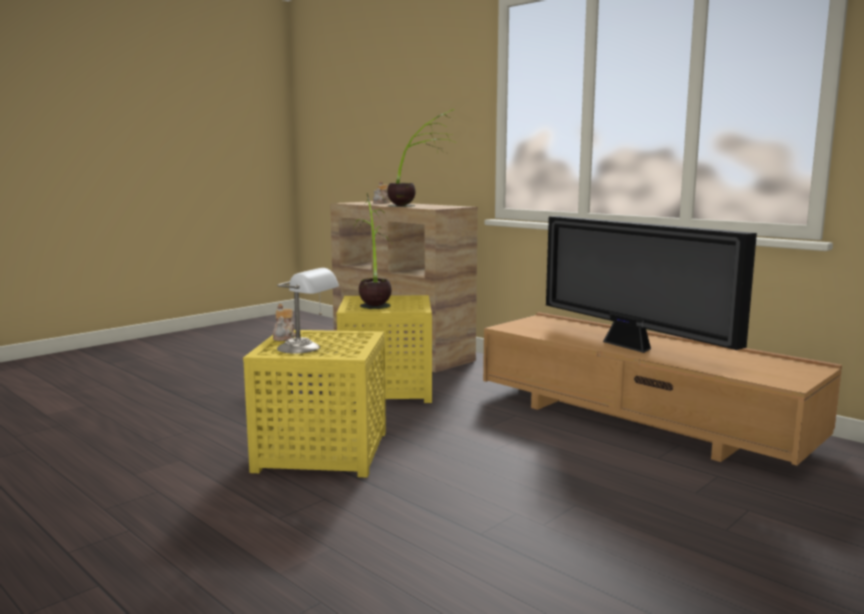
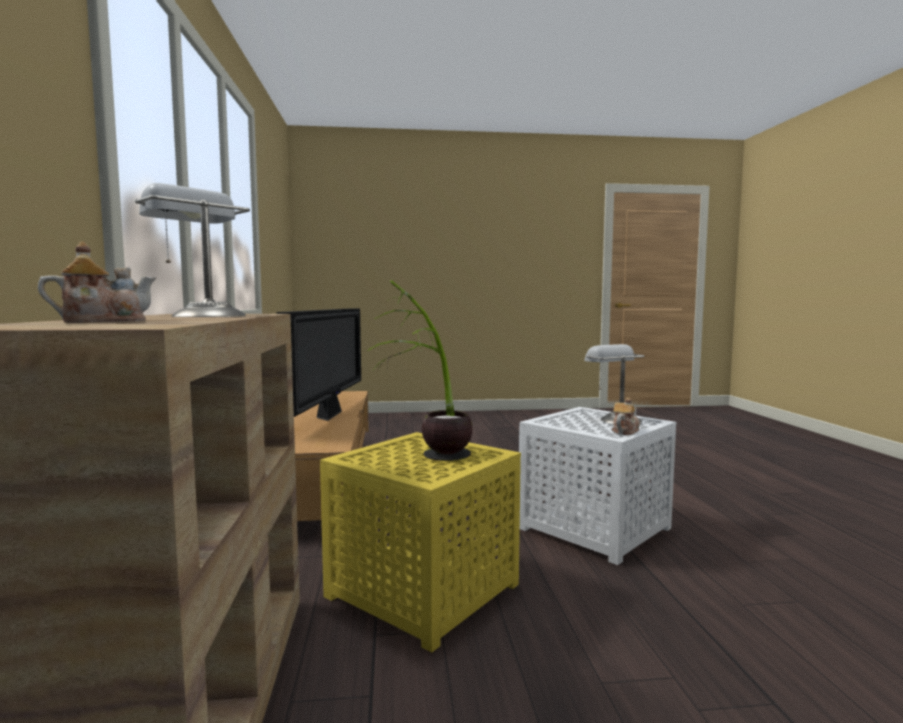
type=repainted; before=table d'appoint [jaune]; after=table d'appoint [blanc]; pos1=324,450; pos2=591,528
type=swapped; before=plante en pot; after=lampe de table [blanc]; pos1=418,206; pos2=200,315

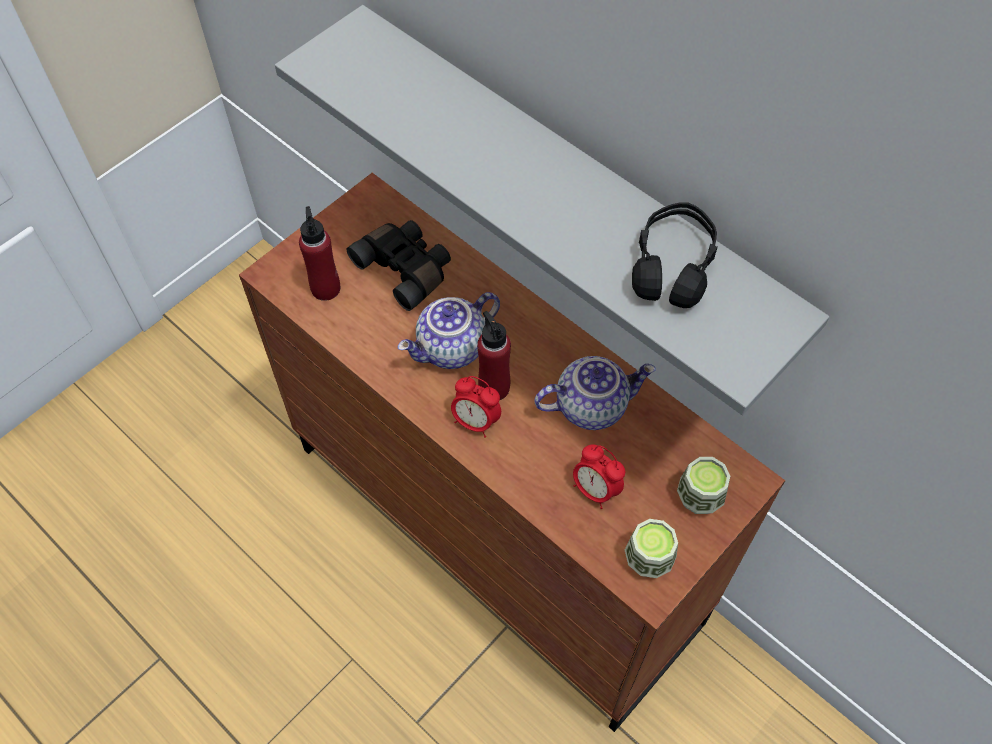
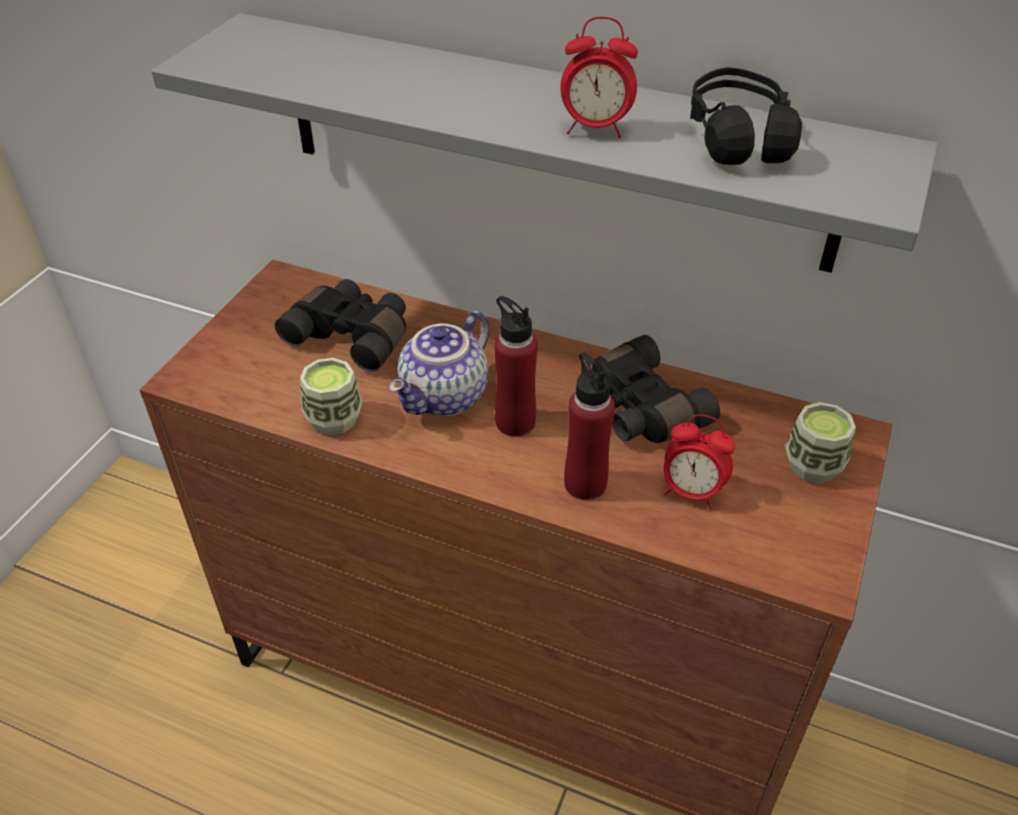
type=shifted; before=bouteille [rouge]; pos1=325,288; pos2=585,483
type=shifted; before=réveil; pos1=475,421; pos2=595,129
type=swapped; before=théière; after=jumelles [noir]; pos1=591,405; pos2=638,410
type=shifted; before=tasse; pos1=648,559; pos2=334,419

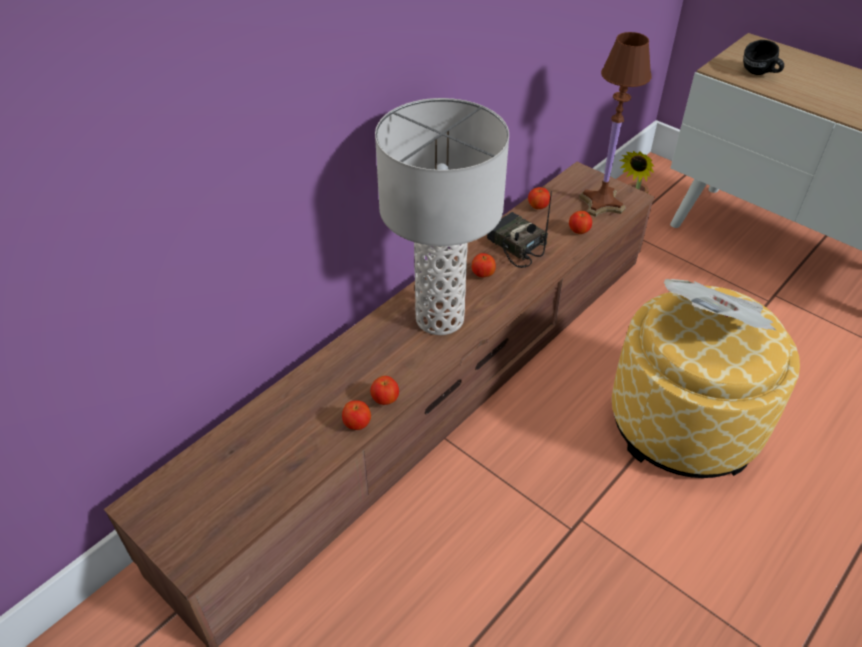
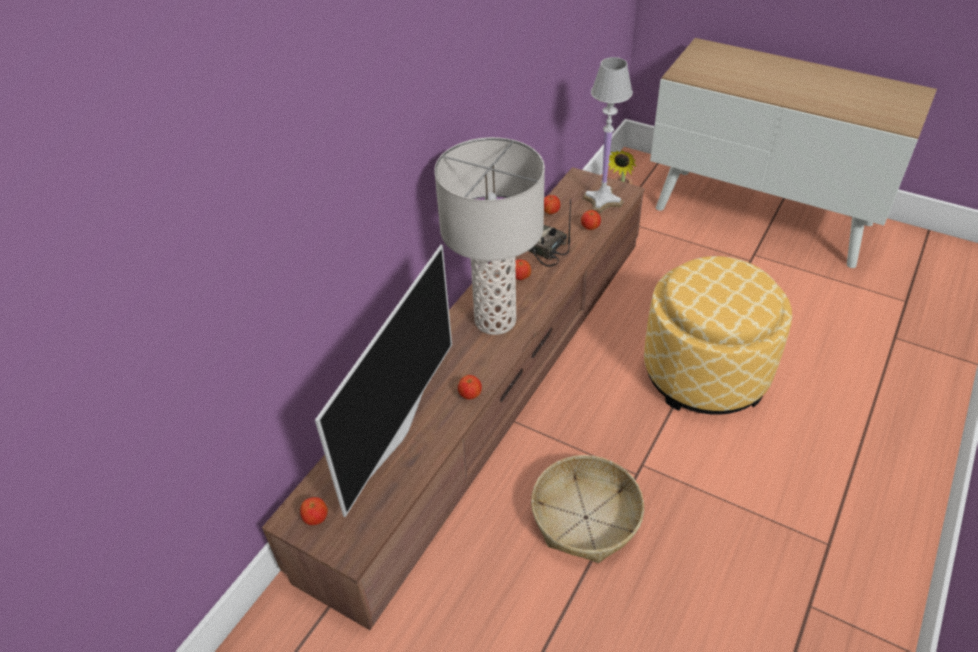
type=shifted; before=pomme; pos1=357,424; pos2=316,518
type=repainted; before=lampe de table [marron]; after=lampe de table [blanc]; pos1=602,203; pos2=603,200
type=gone; before=journal; pos1=715,325
type=gone; before=mug [noir]; pos1=759,74
type=new; after=téléviseur; pos2=395,432
type=new; after=panier; pos2=586,517

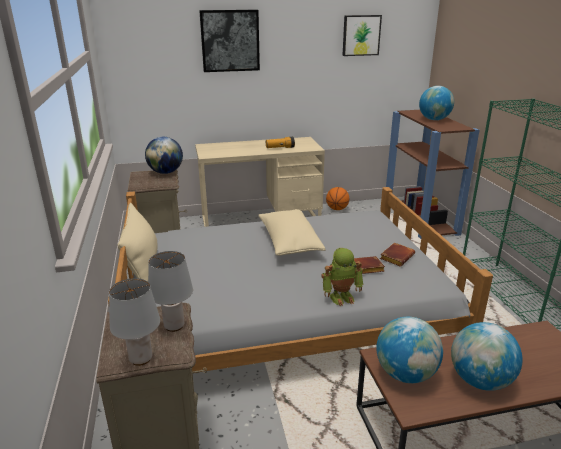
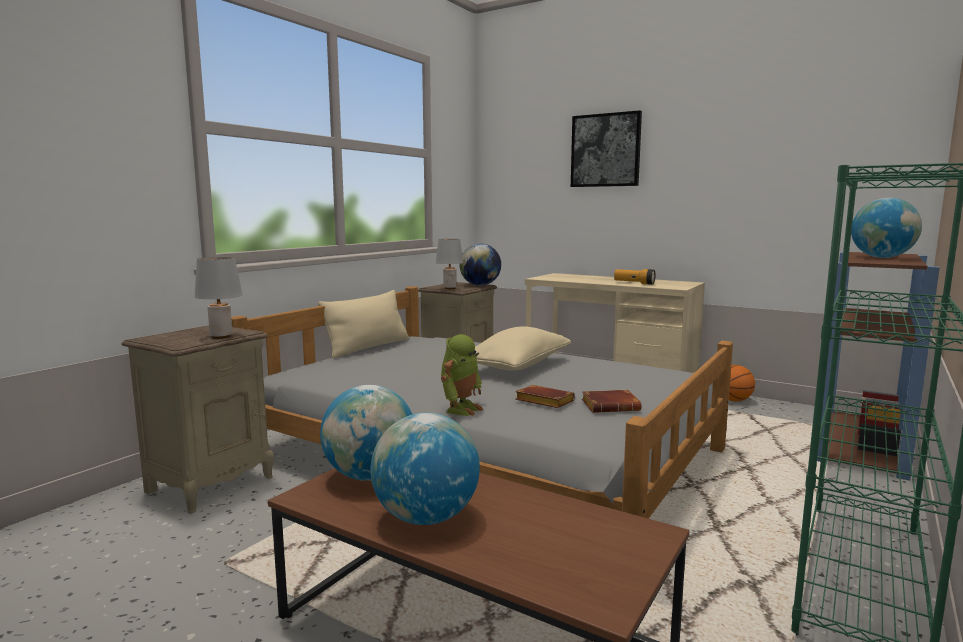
type=shifted; before=lampe de table [gris]; pos1=141,359; pos2=450,288
type=rotated; before=robot jouet; pos1=341,297; pos2=461,409; turn=-90
type=gone; before=tableau; pos1=361,35

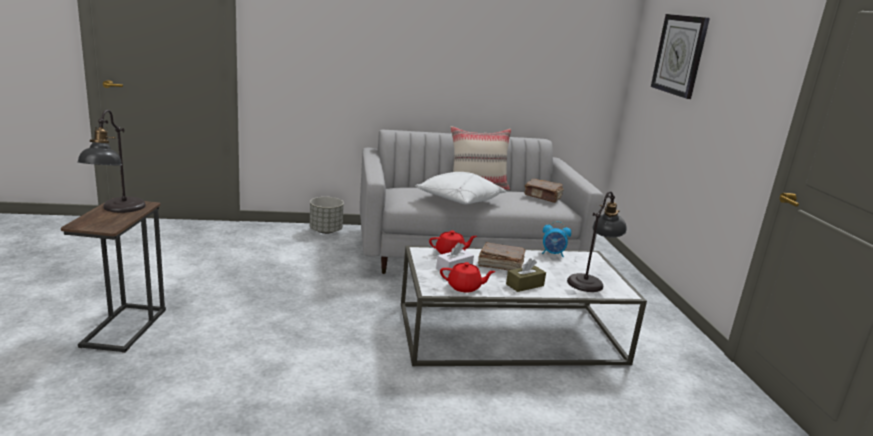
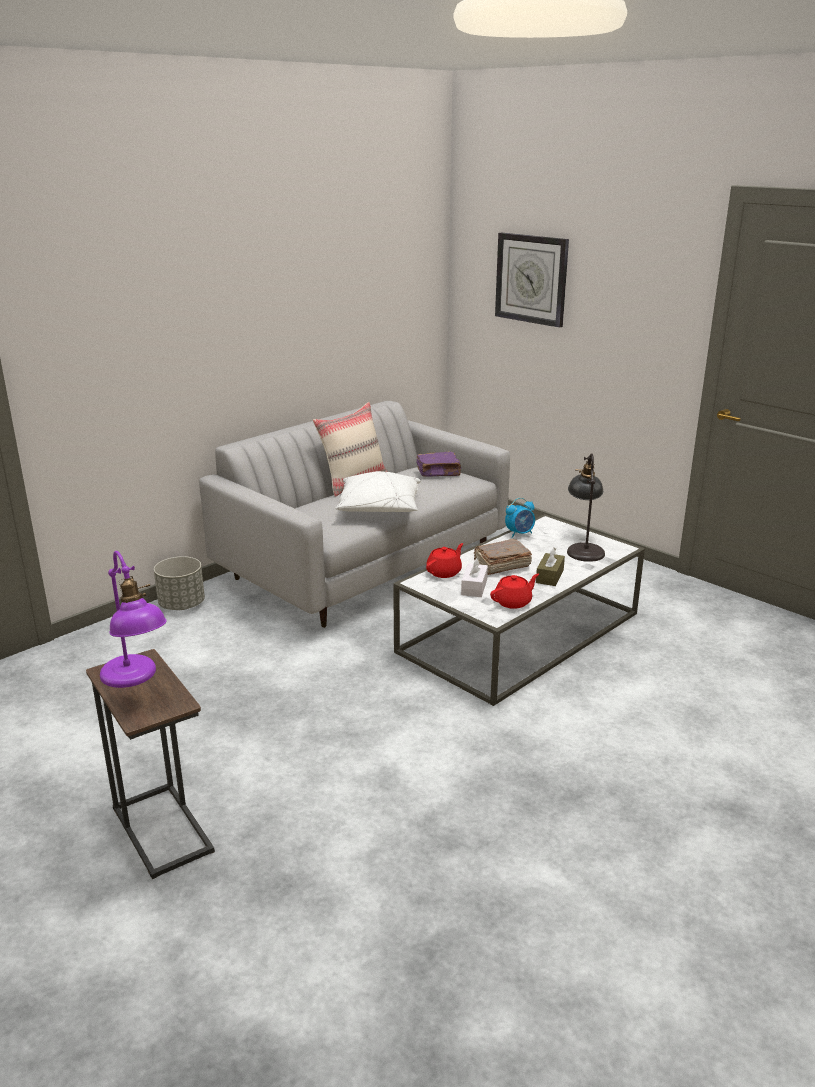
type=repainted; before=lampe de table [gris]; after=lampe de table [violet]; pos1=116,212; pos2=138,683
type=repainted; before=livre [marron]; after=livre [violet]; pos1=543,197; pos2=439,472

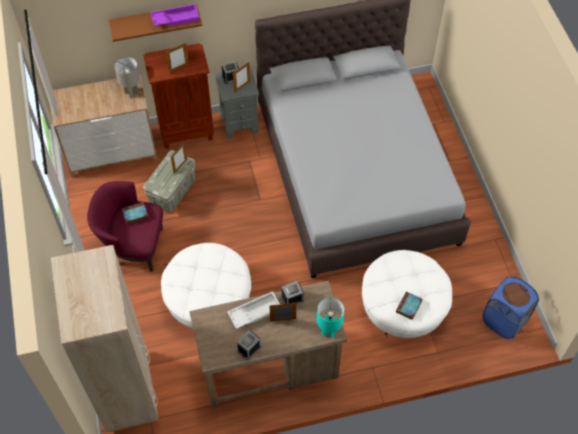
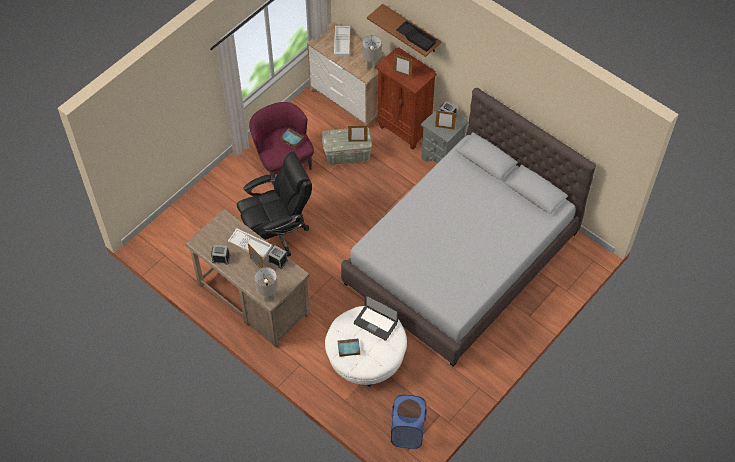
type=gone; before=armoire [beige]; pos1=127,390
type=repainted; before=plateau [violet]; after=plateau [noir]; pos1=175,18; pos2=417,38
type=swapped; before=pouf [blanc]; after=chaise de bureau [noir]; pos1=208,299; pos2=277,232
type=repainted; before=lampe de table [turquoise]; after=lampe de table [gris]; pos1=329,331; pos2=268,297
type=new; after=plateau [blanc]; pos2=342,43
type=new; after=ordinateur portable; pos2=375,323

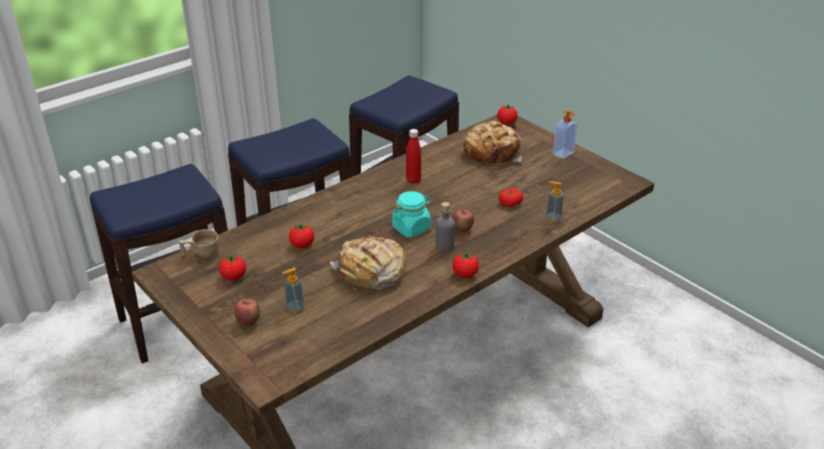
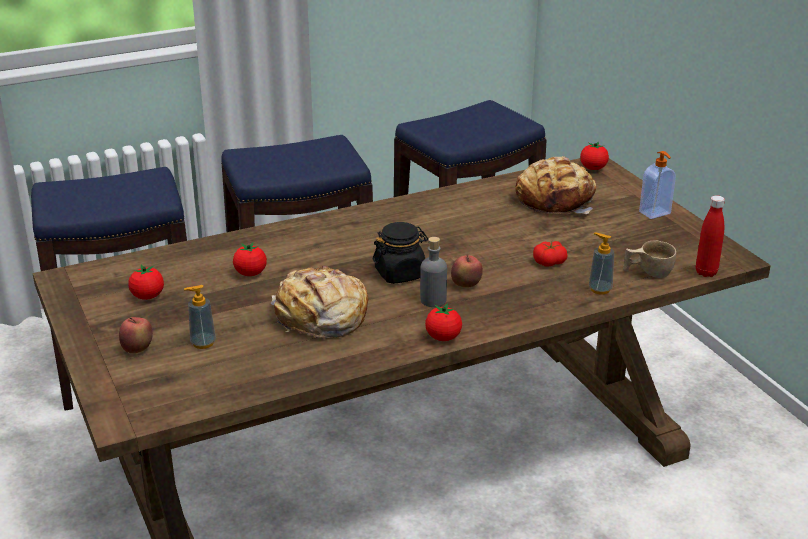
type=shifted; before=tasse [beige]; pos1=201,254; pos2=647,272
type=repainted; before=bocal [turquoise]; after=bocal [noir]; pos1=411,228; pos2=400,273
type=shifted; before=bouteille [rouge]; pos1=413,180; pos2=706,272

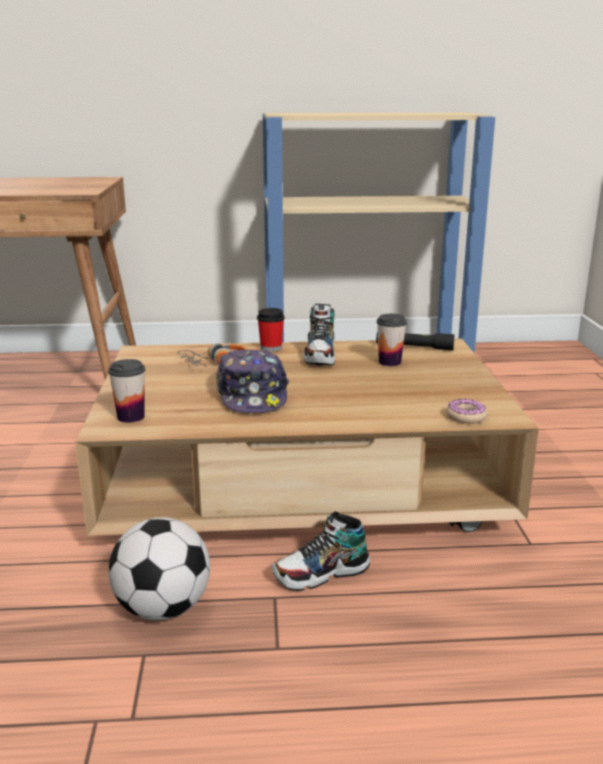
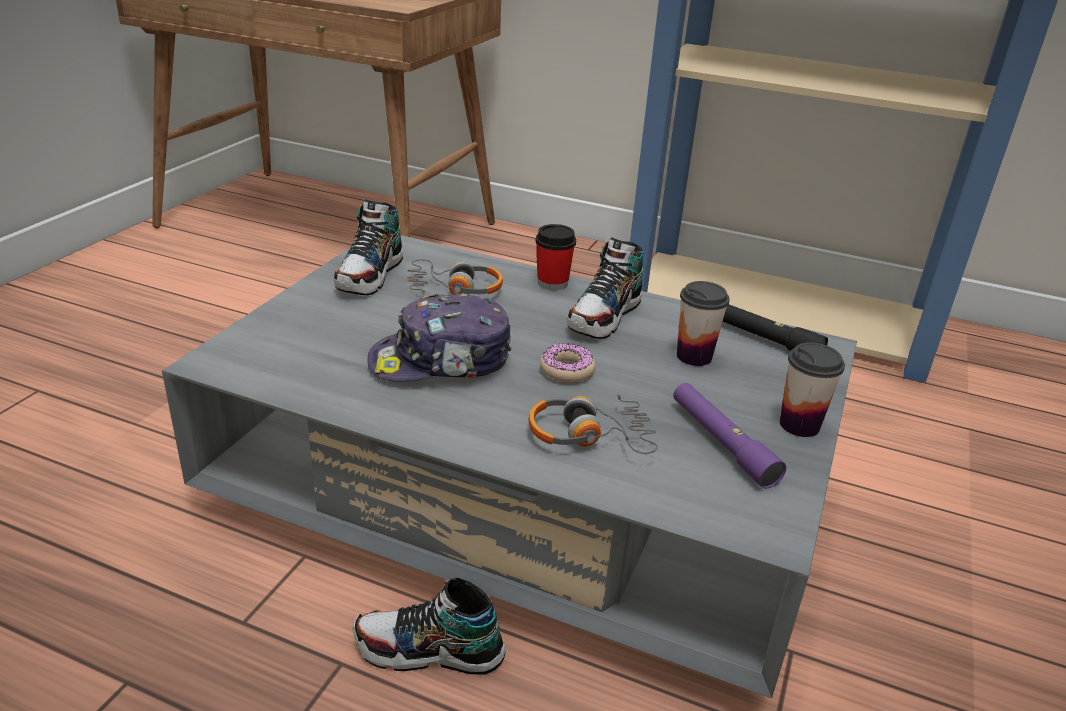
type=repainted; before=table basse [marron]; after=table basse [gris]; pos1=301,485; pos2=524,491
type=shifted; before=tasse; pos1=131,417; pos2=799,425
type=gone; before=ballon de foot; pos1=163,608
type=rotated; before=casquette; pos1=252,395; pos2=441,361; turn=60
type=shifted; before=beignet; pos1=466,417; pos2=567,370
type=new; after=chaussure; pos2=370,275
type=new; after=casque audio; pos2=589,435
type=new; after=lampe de poche [violet]; pos2=721,443

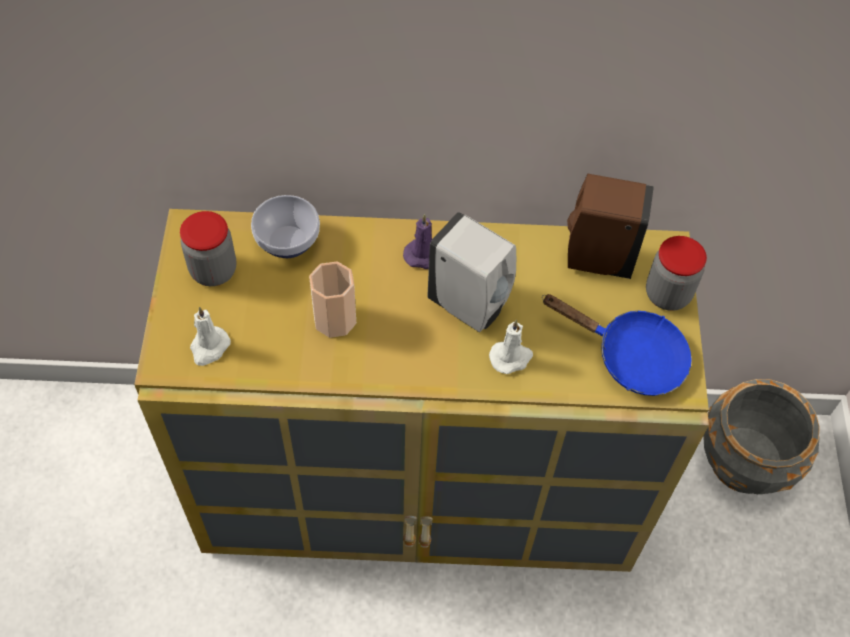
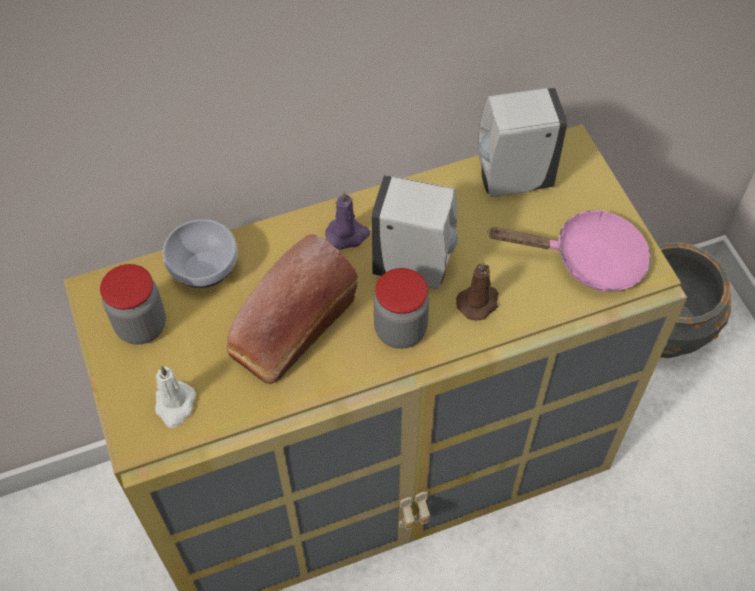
type=swapped; before=tasse; after=pain; pos1=335,319; pos2=290,329
type=repainted; before=bougie [blanc]; after=bougie [marron]; pos1=511,357; pos2=479,302
type=repainted; before=poêle [bleu]; after=poêle [rose]; pos1=631,357; pos2=588,260
type=repainted; before=distributeur de savon [marron]; after=distributeur de savon [blanc]; pos1=595,259; pos2=510,179
type=shifted; before=bocal; pos1=667,294; pos2=400,330

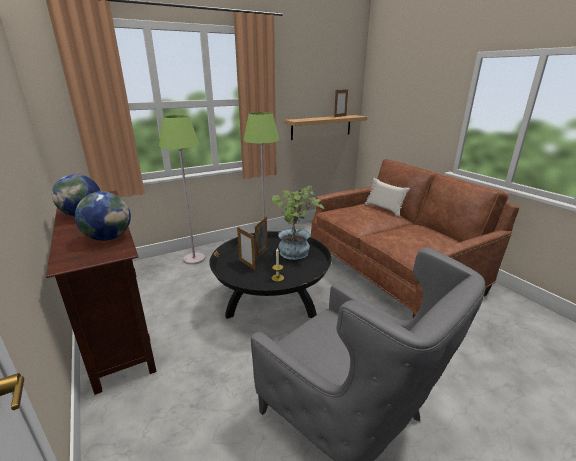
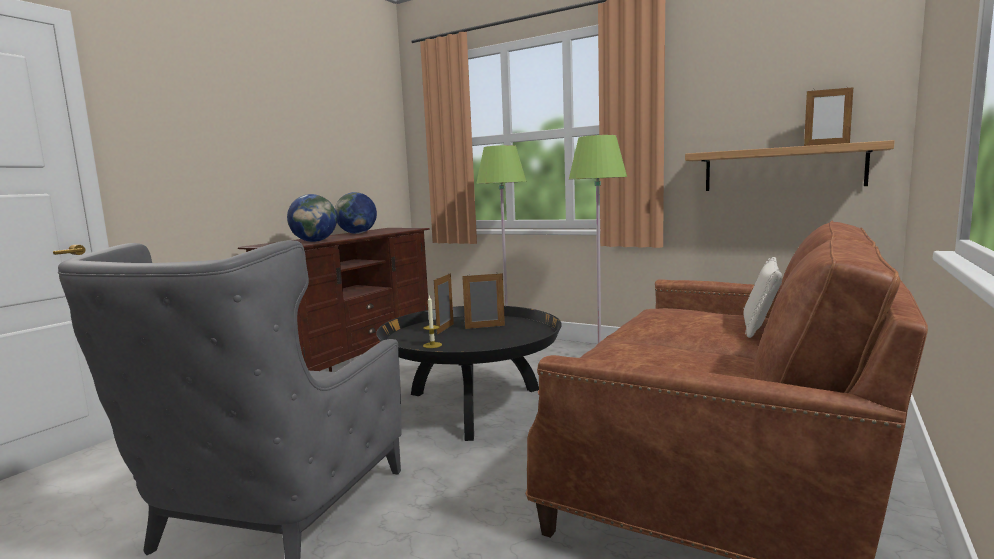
type=gone; before=plante en pot; pos1=295,254

